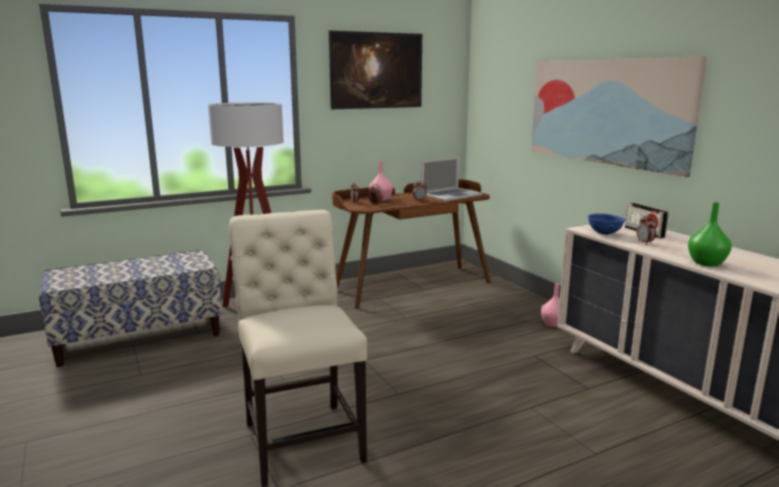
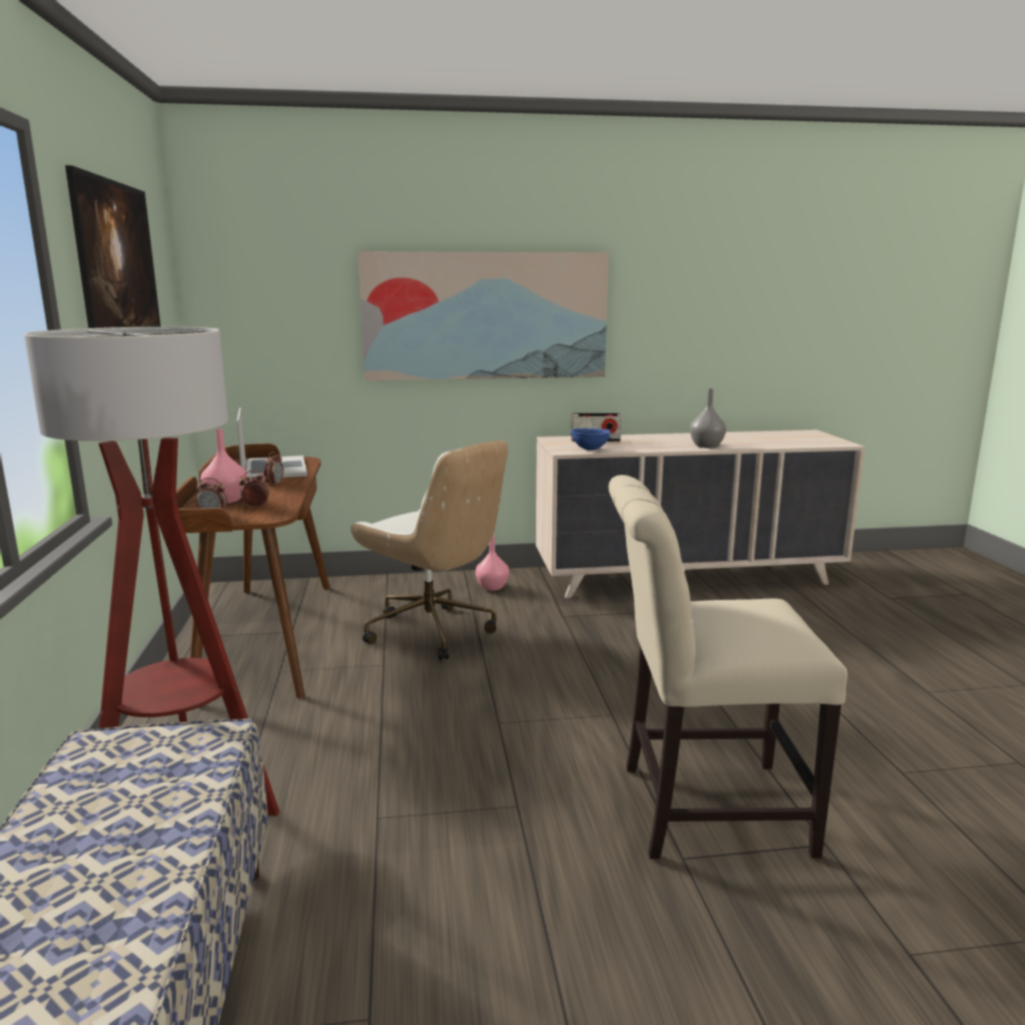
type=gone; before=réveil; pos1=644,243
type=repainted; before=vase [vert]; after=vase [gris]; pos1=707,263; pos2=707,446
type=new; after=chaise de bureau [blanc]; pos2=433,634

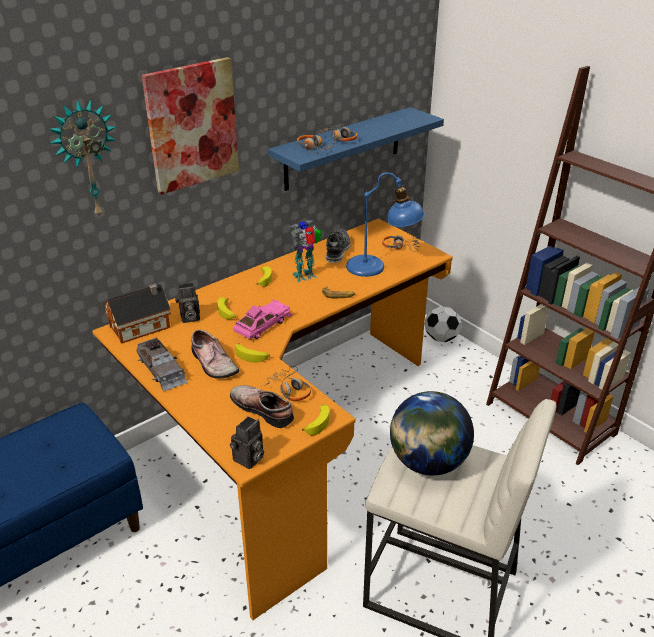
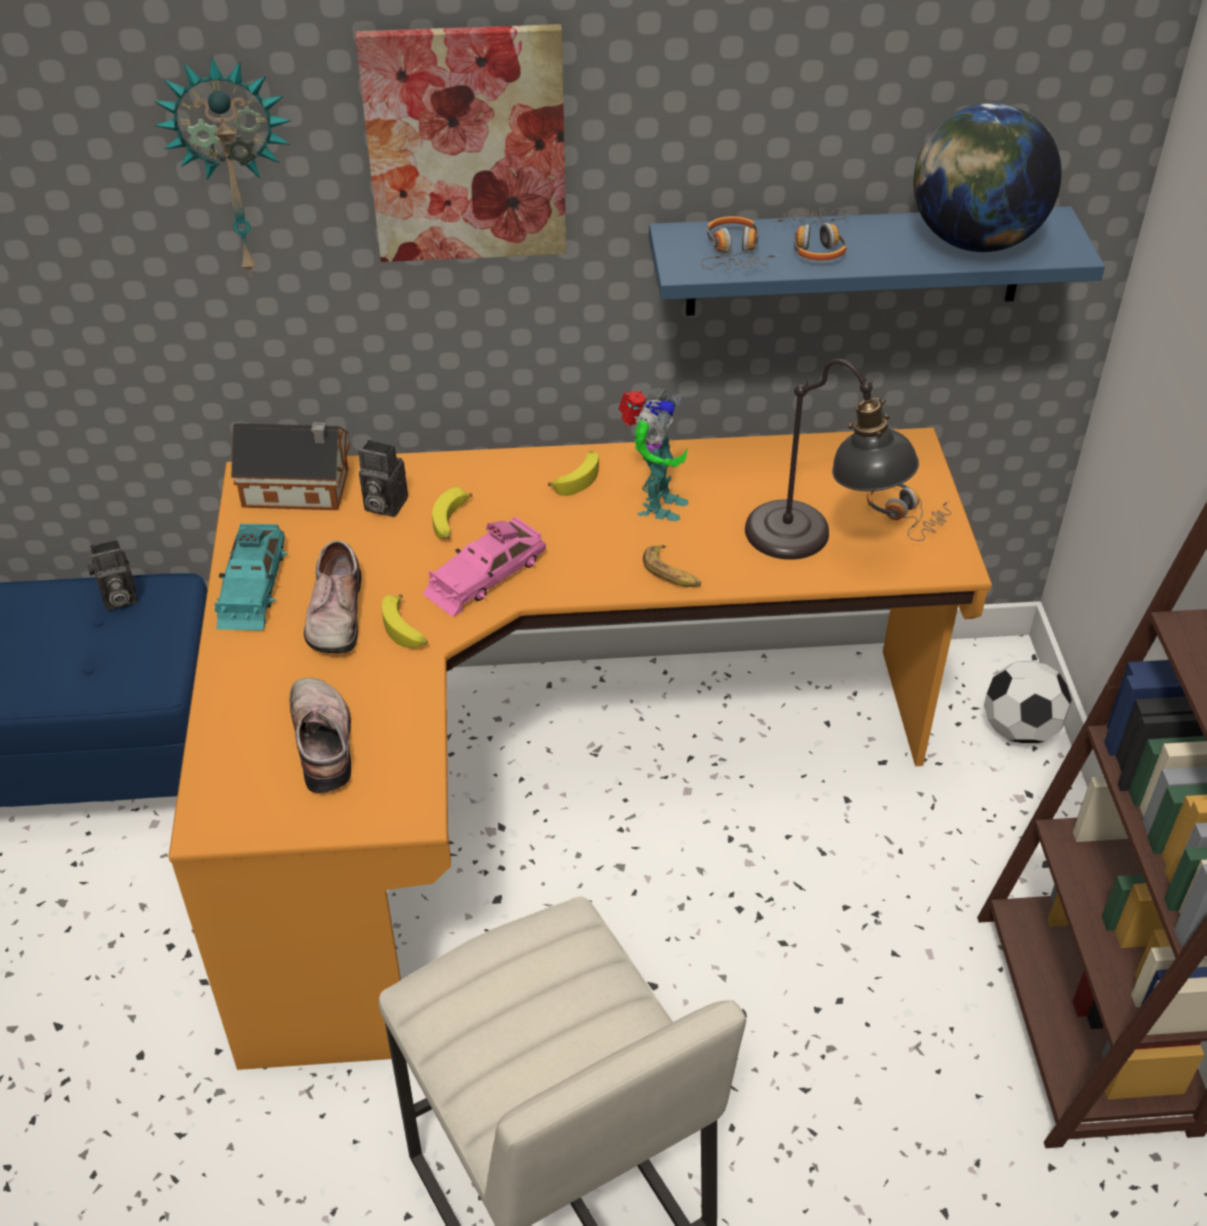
type=repainted; before=petite voiture [gris]; after=petite voiture [turquoise]; pos1=161,369; pos2=252,586
type=shifted; before=appareil photo; pos1=248,460; pos2=118,599
type=rotated; before=petite voiture [rose]; pos1=264,324; pos2=485,575; turn=150
type=gone; before=casque audio; pos1=290,389
type=rotated; before=robot jouet; pos1=306,276; pos2=656,505; turn=105
type=gone; before=banane; pos1=317,422
type=gone; before=chaussure; pos1=337,250
type=repainted; before=lampe de table [bleu]; after=lampe de table [gris]; pos1=382,266; pos2=820,544
type=shifted; before=globe; pos1=428,462; pos2=973,241

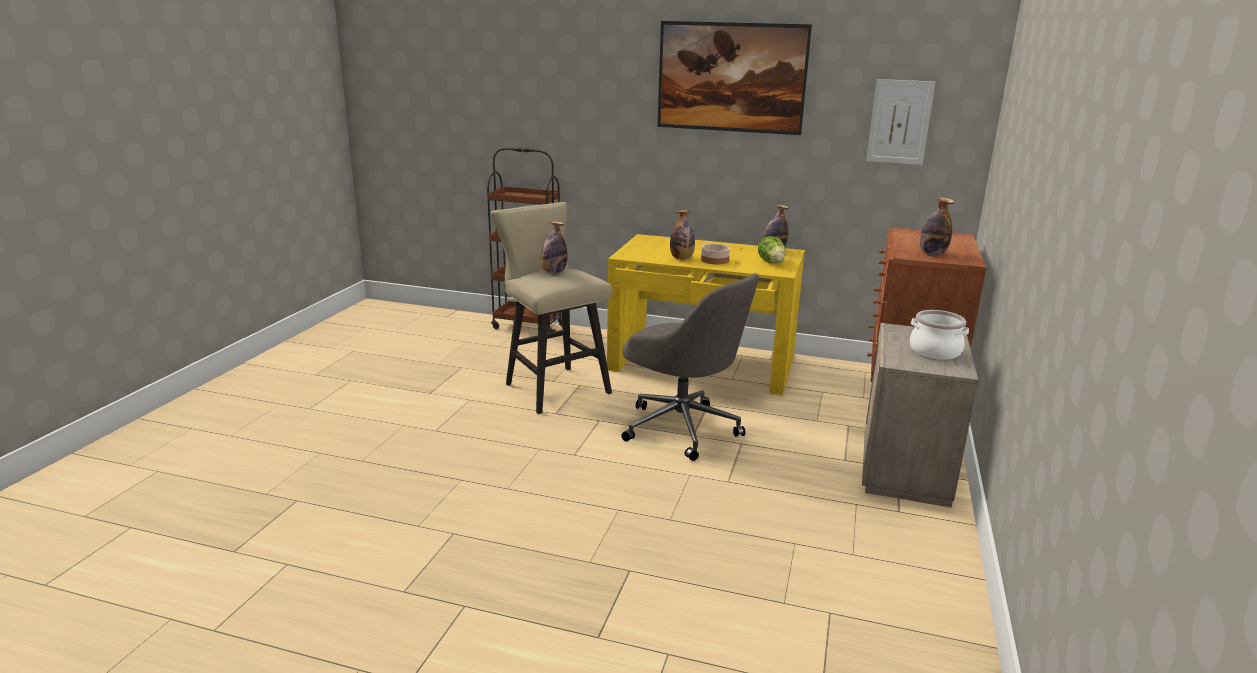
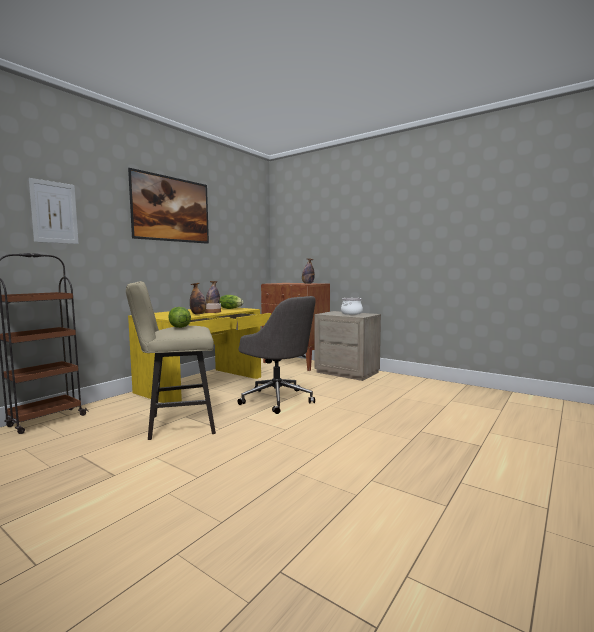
type=swapped; before=bouteille; after=laitue; pos1=553,273; pos2=178,327
type=rotated; before=chaise de bureau [gris]; pos1=682,429; pos2=278,400; turn=75
type=shifted; before=tableau; pos1=899,122; pos2=54,212

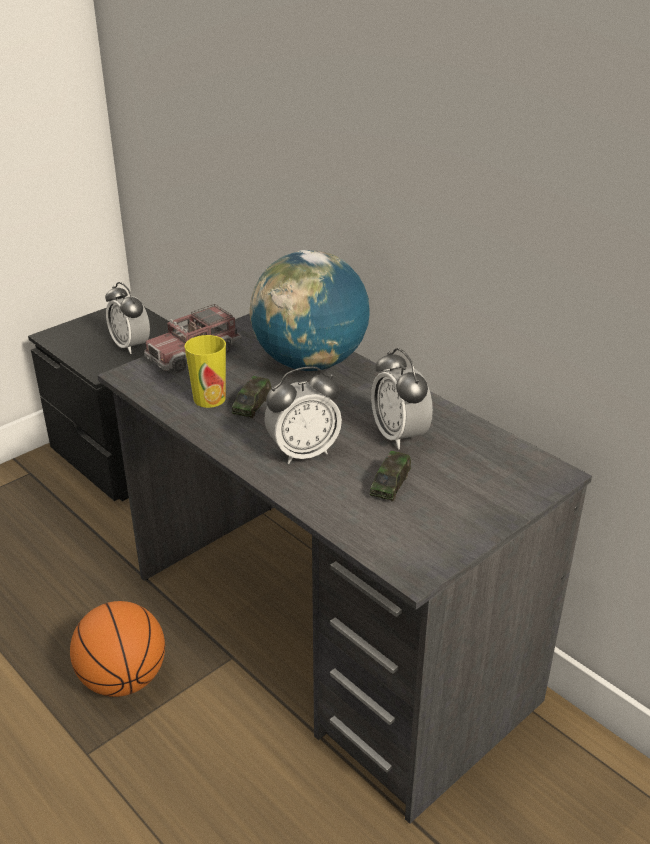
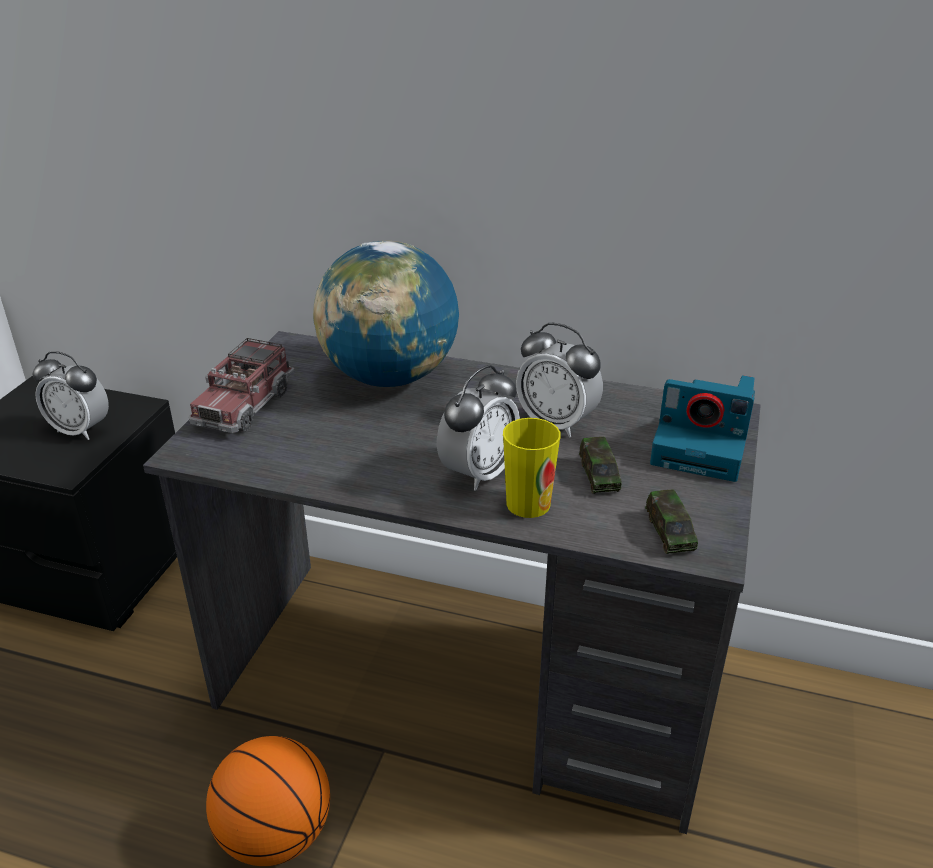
type=shifted; before=tasse; pos1=209,399; pos2=528,504
type=shifted; before=petite voiture; pos1=252,405; pos2=669,532
type=new; after=appareil photo; pos2=702,448

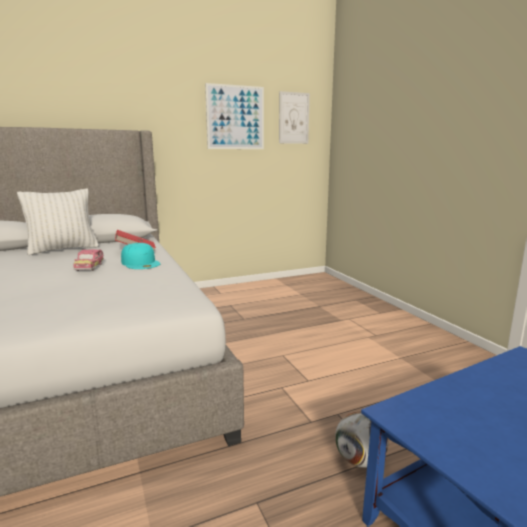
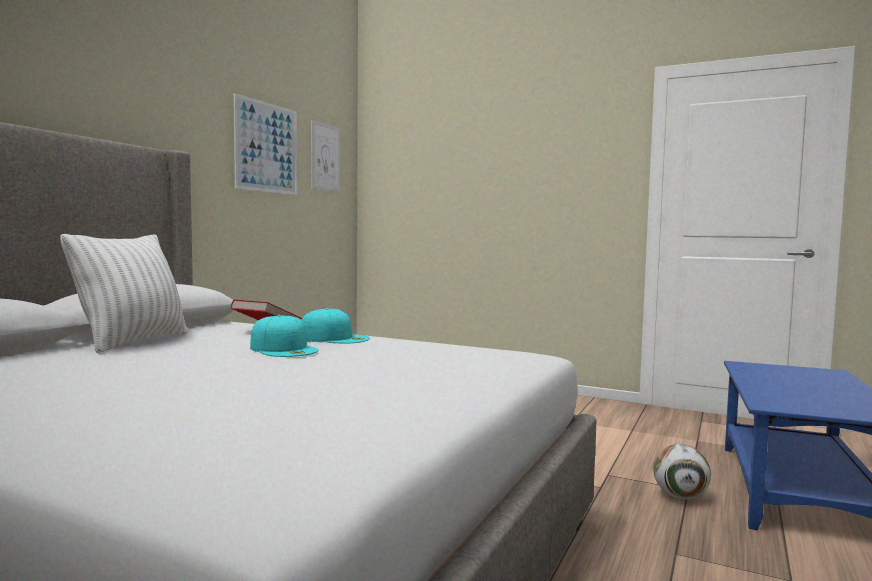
type=swapped; before=petite voiture; after=casquette [turquoise]; pos1=90,267; pos2=284,349

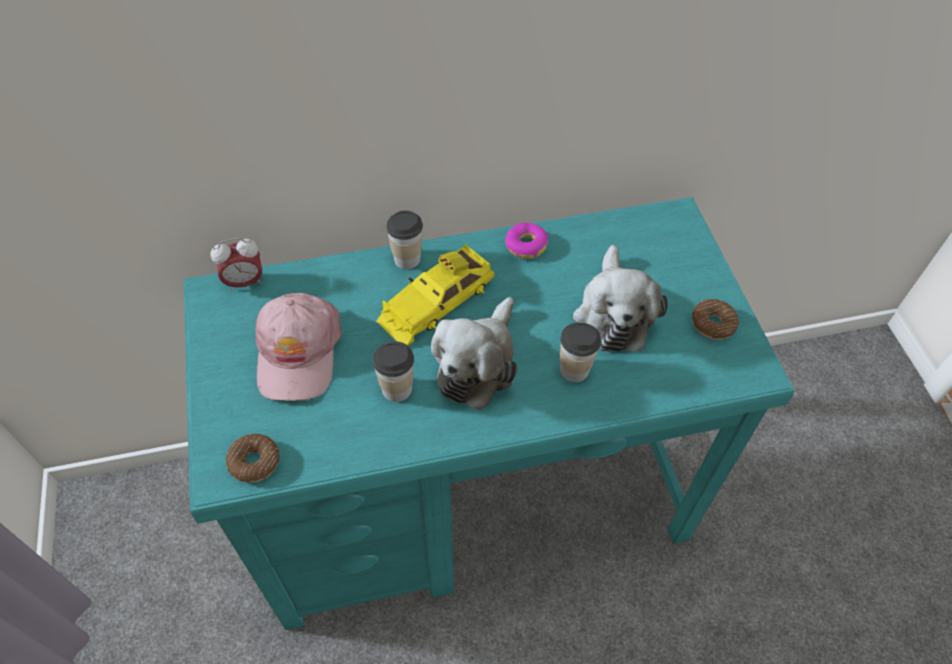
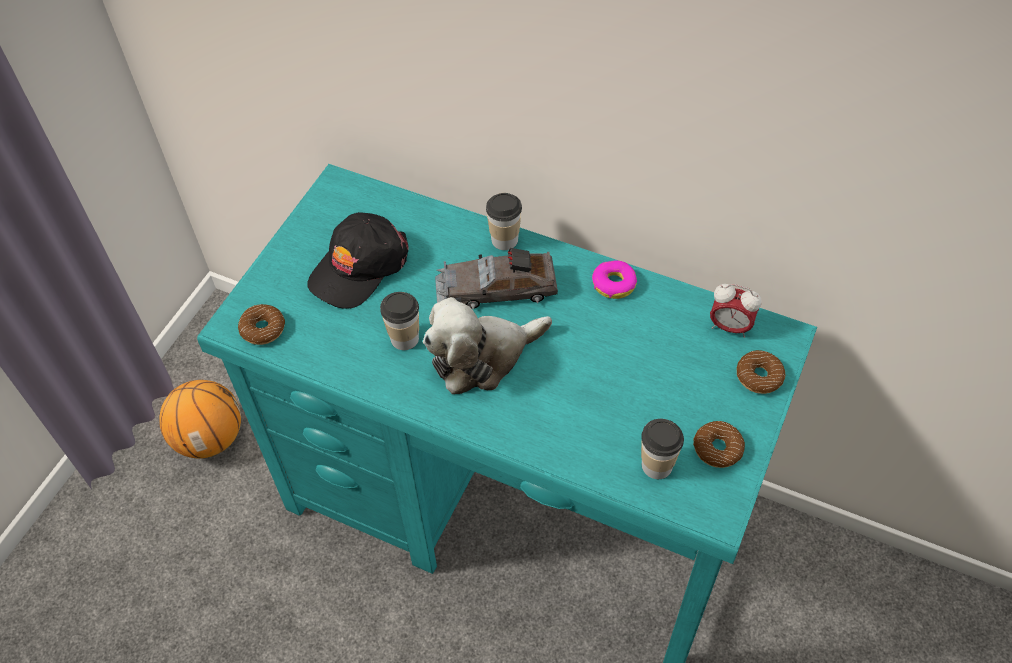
type=shifted; before=réveil; pos1=244,282; pos2=729,327
type=repainted; before=casquette [rose]; after=casquette [noir]; pos1=298,352; pos2=359,267
type=repainted; before=petite voiture [jaune]; after=petite voiture [gris]; pos1=436,302; pos2=495,288
type=shifted; before=tasse; pos1=574,370; pos2=656,465
type=gone; before=peluche; pos1=613,313
type=new; after=ballon de basket; pos2=210,438
type=new; after=beignet; pos2=759,376

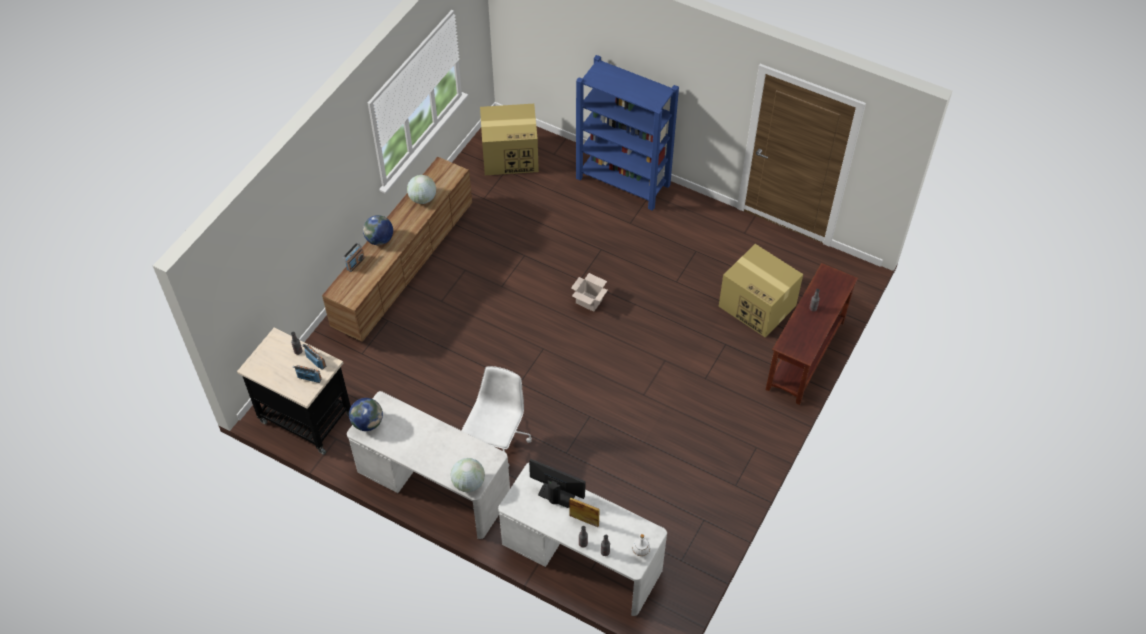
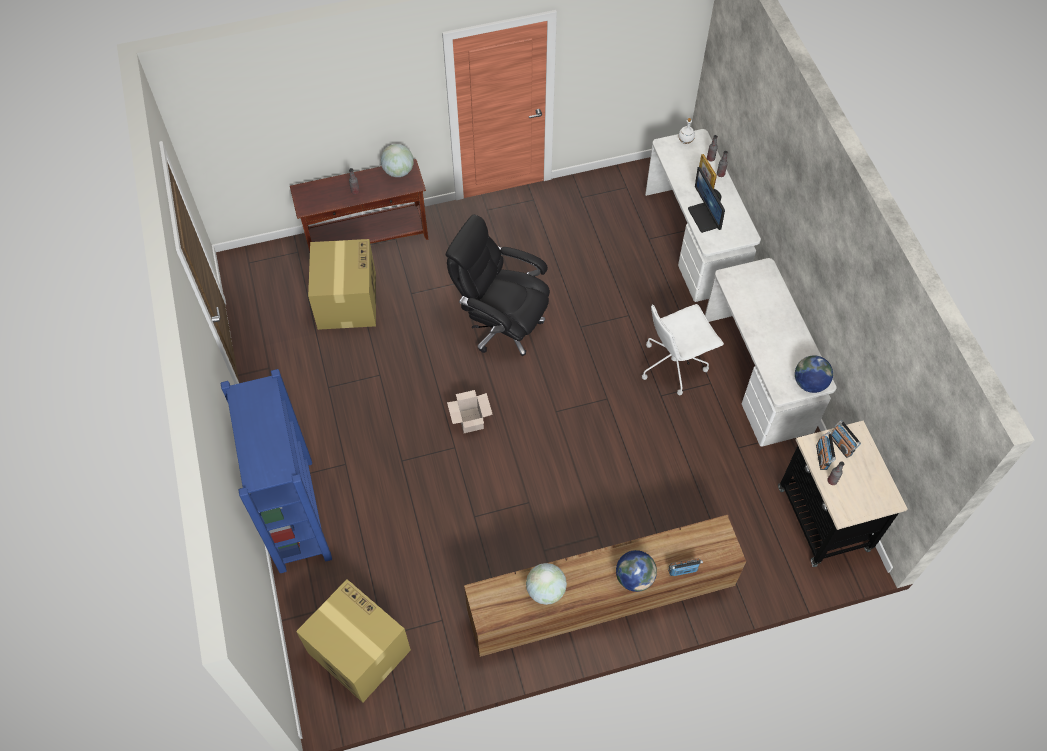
type=shifted; before=globe; pos1=468,483; pos2=398,171
type=new; after=chaise de bureau [noir]; pos2=502,326

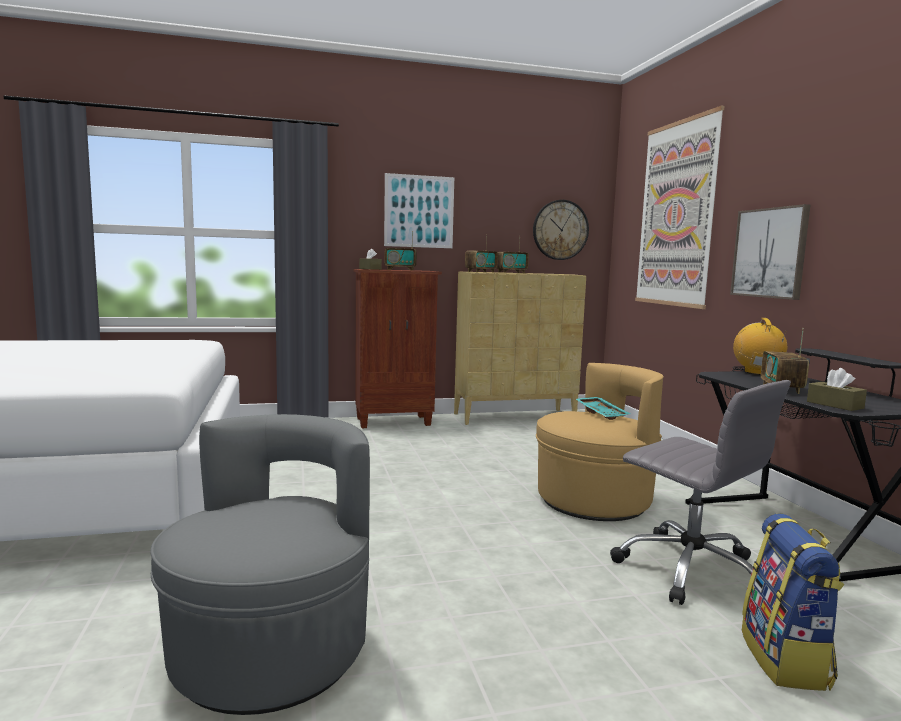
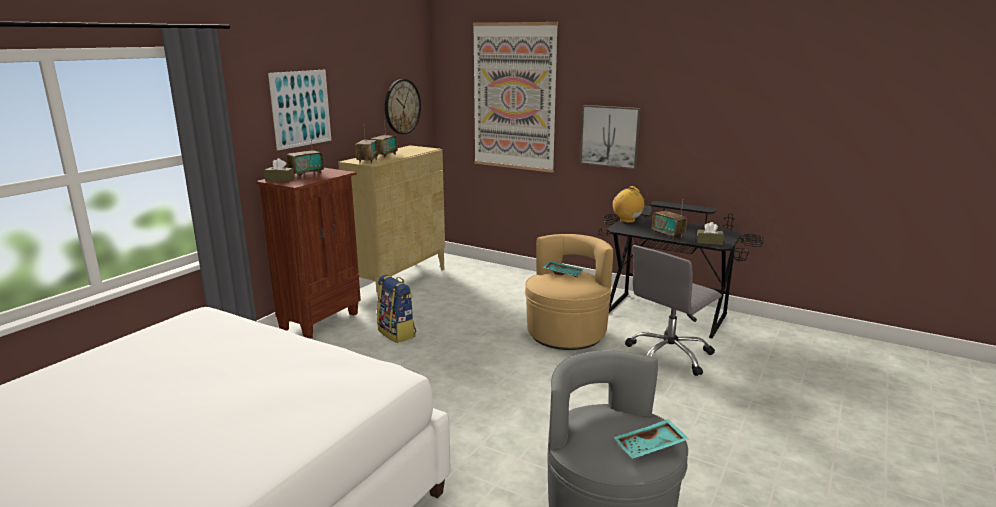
type=rotated; before=chaise de bureau [gris]; pos1=691,570; pos2=669,355; turn=135
type=shifted; before=sac à dos; pos1=786,660; pos2=397,333
type=new; after=plateau [turquoise]; pos2=650,447

